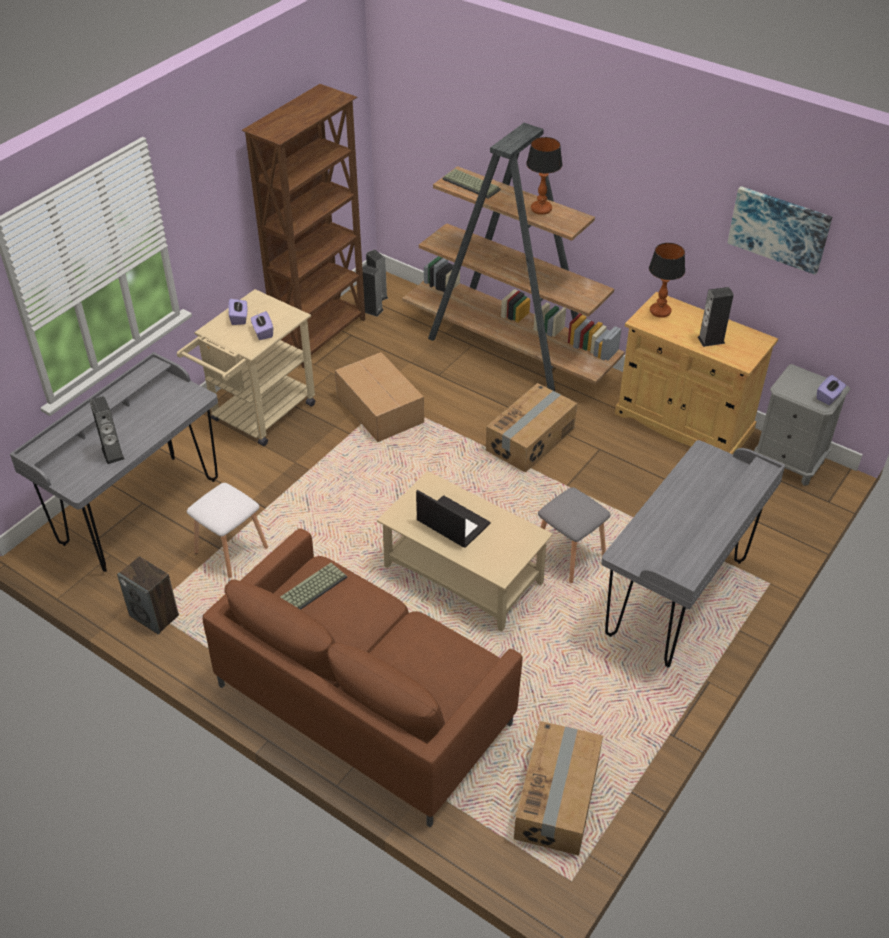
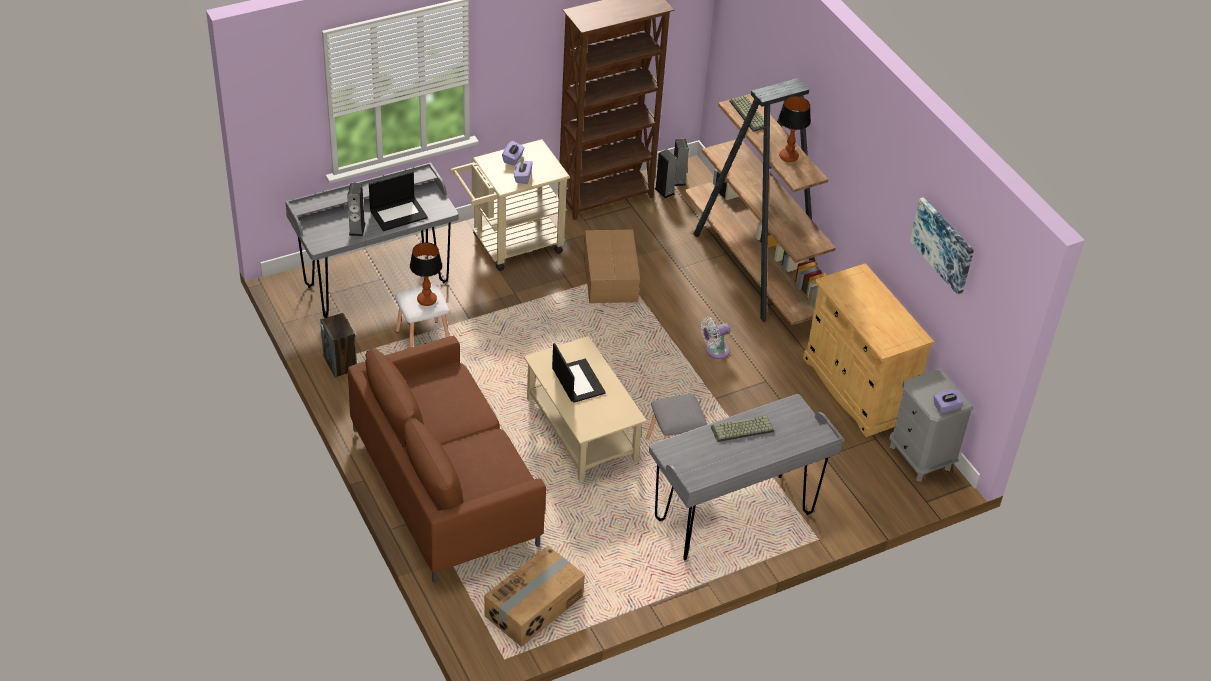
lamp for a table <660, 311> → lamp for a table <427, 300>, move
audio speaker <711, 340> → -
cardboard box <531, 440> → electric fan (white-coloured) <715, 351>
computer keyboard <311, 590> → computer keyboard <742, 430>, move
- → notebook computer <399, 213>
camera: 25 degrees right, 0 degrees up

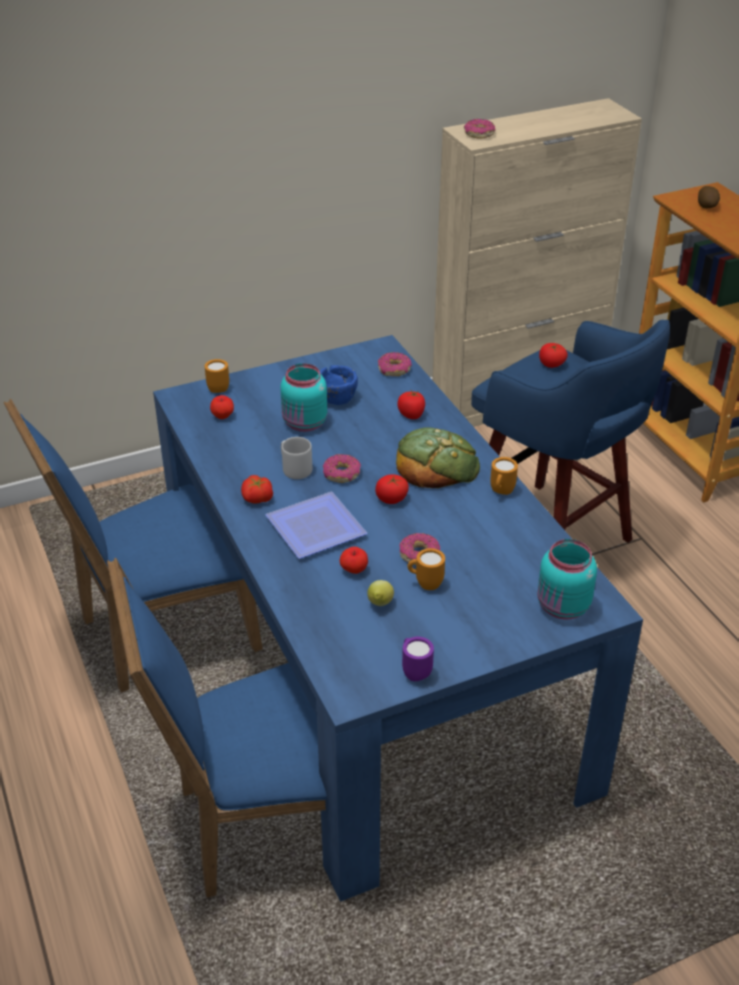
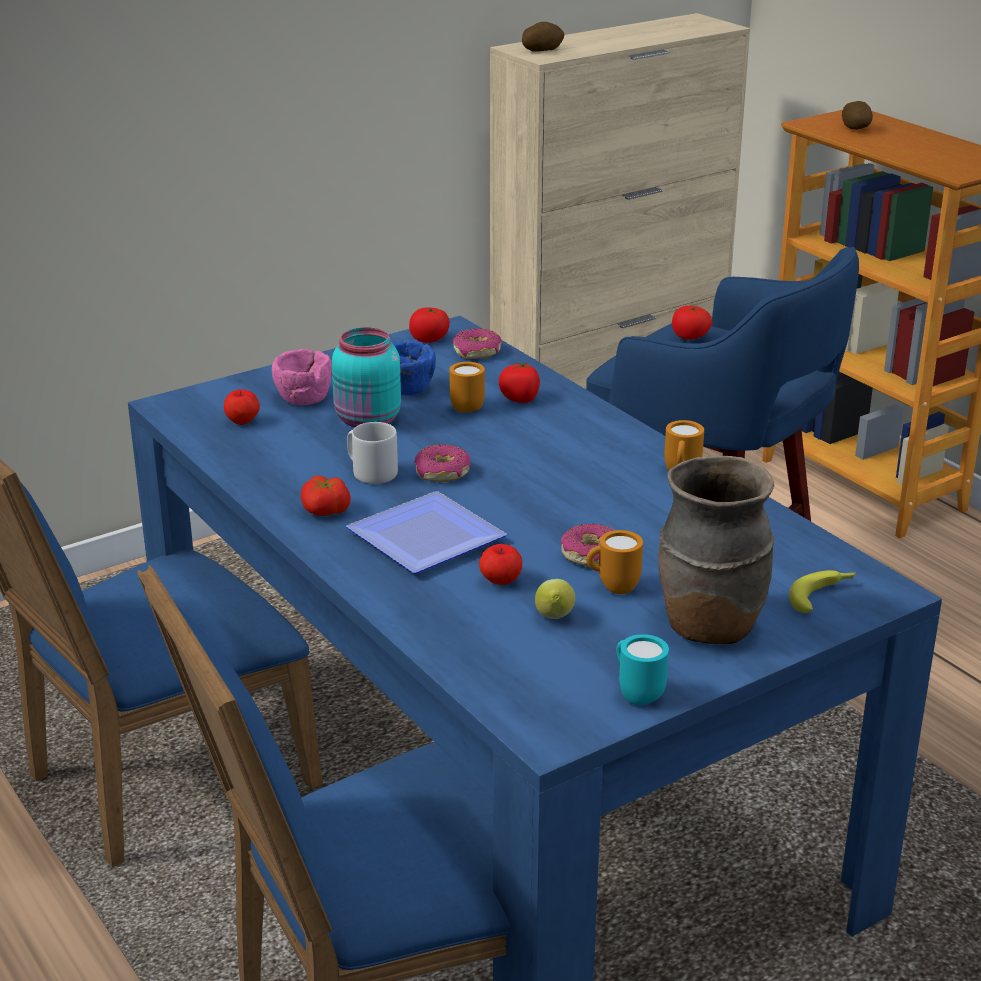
donut <479, 134> → whole potato <542, 50>
coffee mug (orange-coloured) <218, 388> → coffee mug (orange-coloured) <465, 407>, move
bread <436, 463> → -
whole tomato <391, 499> → whole tomato <429, 339>, move
jar (turquoise-coloured) <562, 607> → banana <823, 596>
coffee mug (purple-coloured) <414, 671> → coffee mug (turquoise-coloured) <636, 694>
- → bowl (pink) <304, 398>
- → vase (brown) <708, 627>
camera: 10 degrees left, 10 degrees down

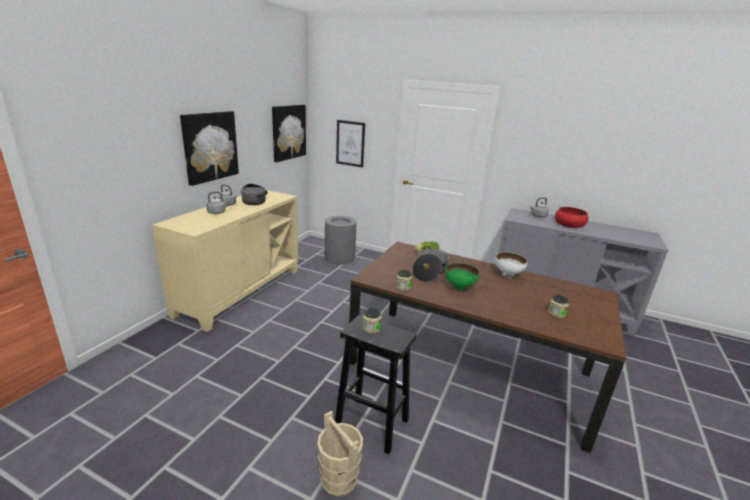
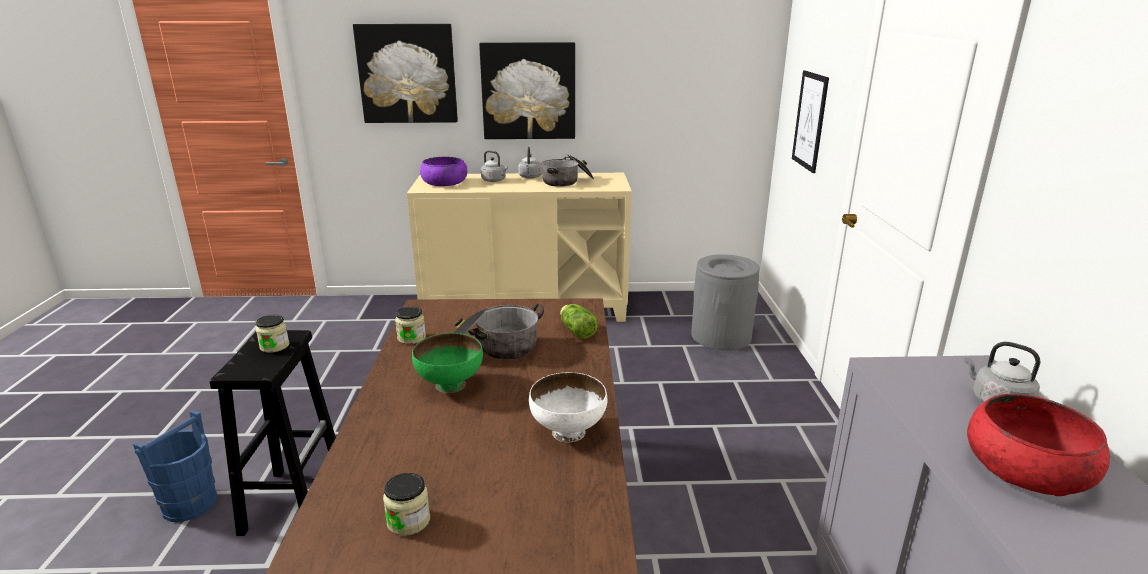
wall art <288, 132> → wall art <407, 74>, move
water bucket (sand-coloured) <339, 478> → water bucket (blue) <189, 504>
- → bowl (purple-coloured) <444, 183>
camera: 65 degrees right, 0 degrees up

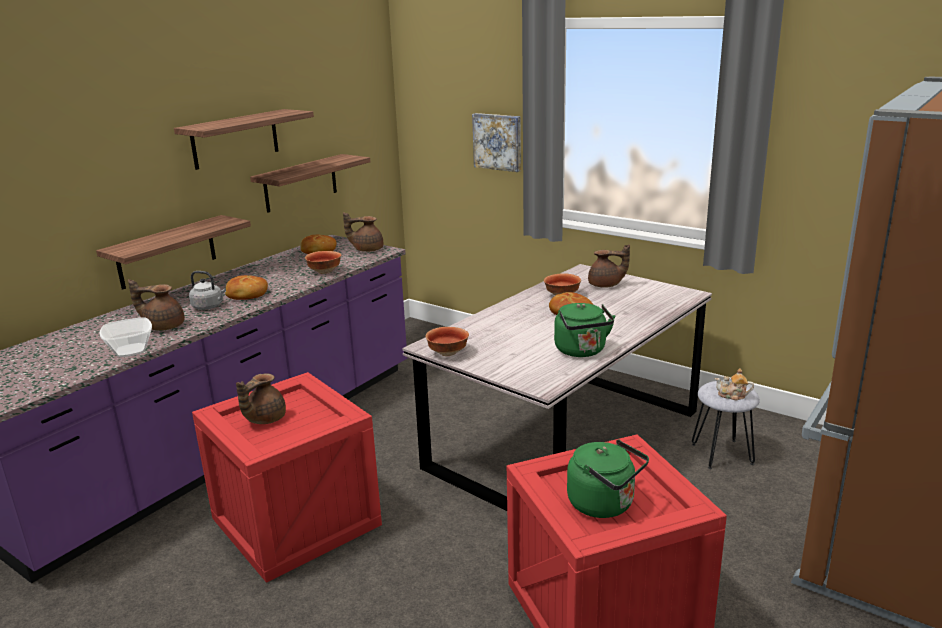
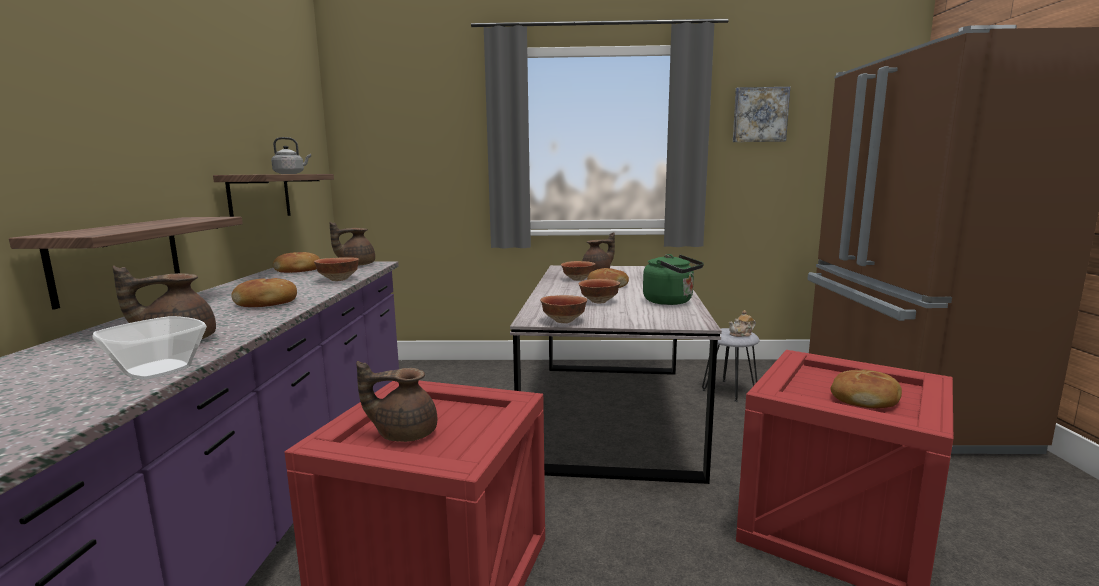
wall shelf <235, 139> → -
wall art <498, 141> → wall art <759, 115>, move
water kettle (gray) <209, 306> → water kettle (gray) <290, 174>, move
pot for tea (brown) <264, 419> → pot for tea (brown) <404, 433>, 90 degrees clockwise
water kettle (green) <605, 504> → bread <865, 399>
- → bowl <599, 302>
camera: 35 degrees left, 10 degrees down

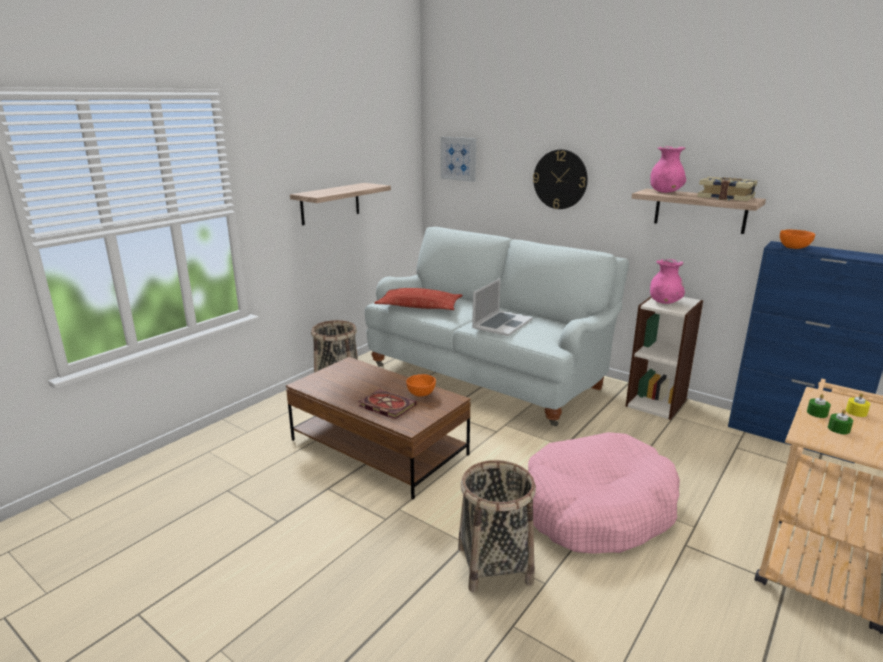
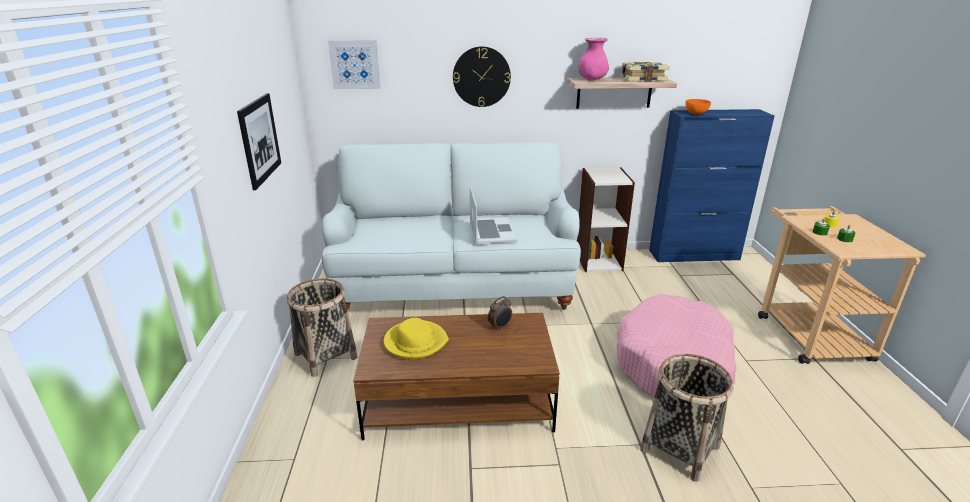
wall shelf <330, 203> → wall art <259, 139>
vase (pink) <664, 302> → -
pillow <419, 305> → -
bowl (orange-coloured) <421, 394> → alarm clock <500, 327>
volume <385, 406> → -
- → clothing hat (yellowish) <415, 342>
camera: 40 degrees left, 5 degrees up

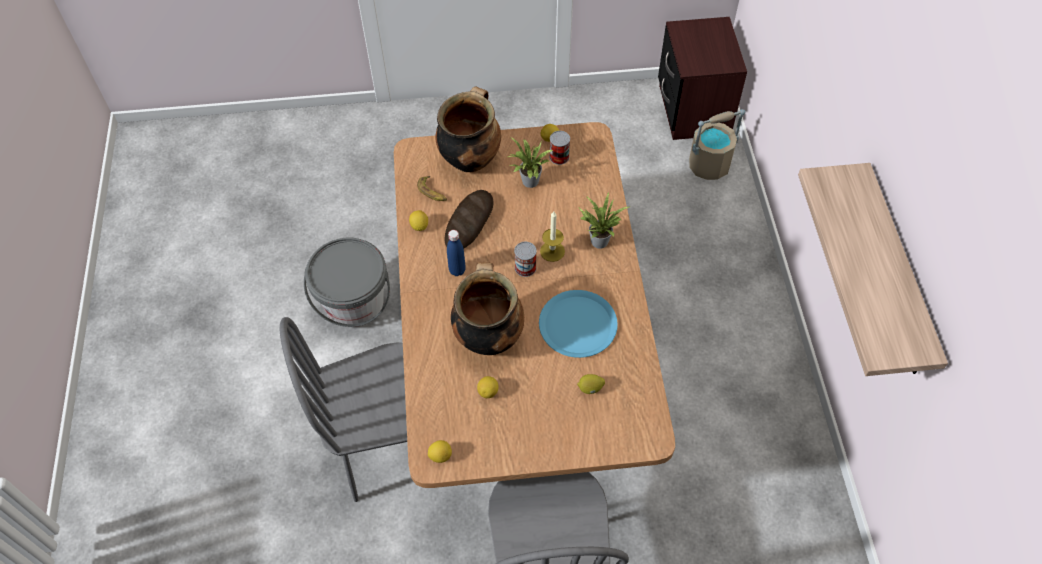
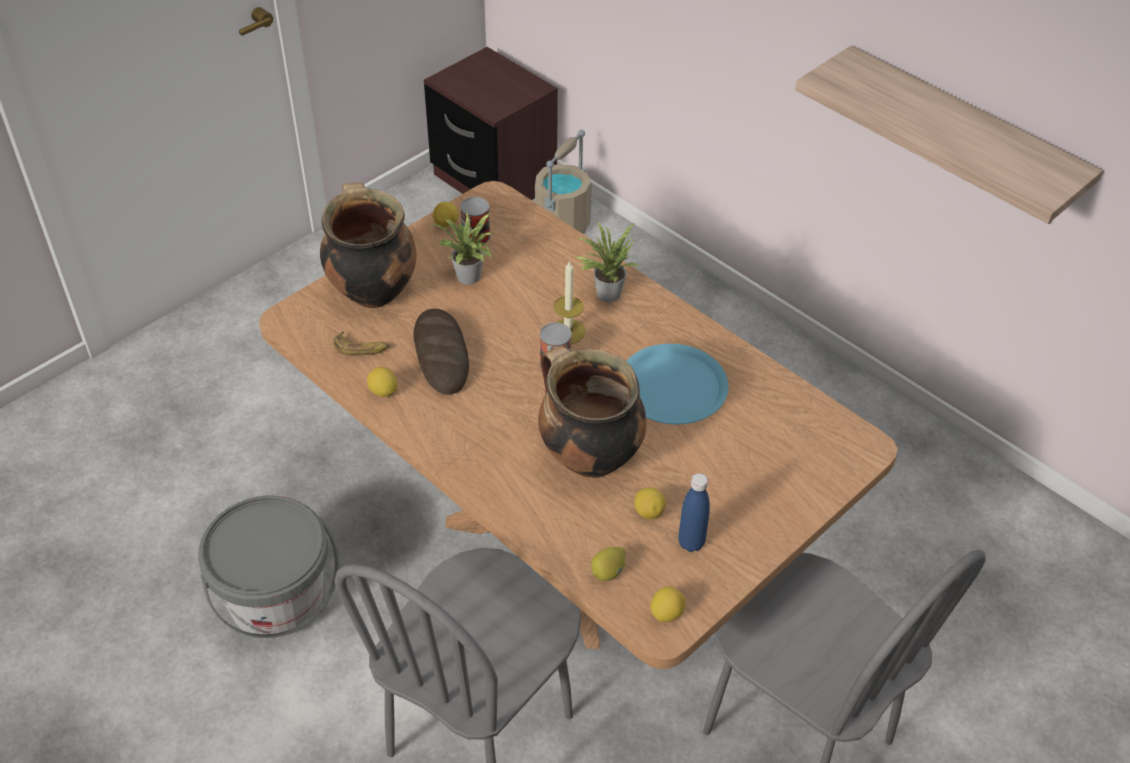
bottle (blue) <457, 270> → bottle (blue) <691, 543>, move
whole lemon <590, 388> → whole lemon <608, 572>, move
camera: 40 degrees left, 10 degrees down

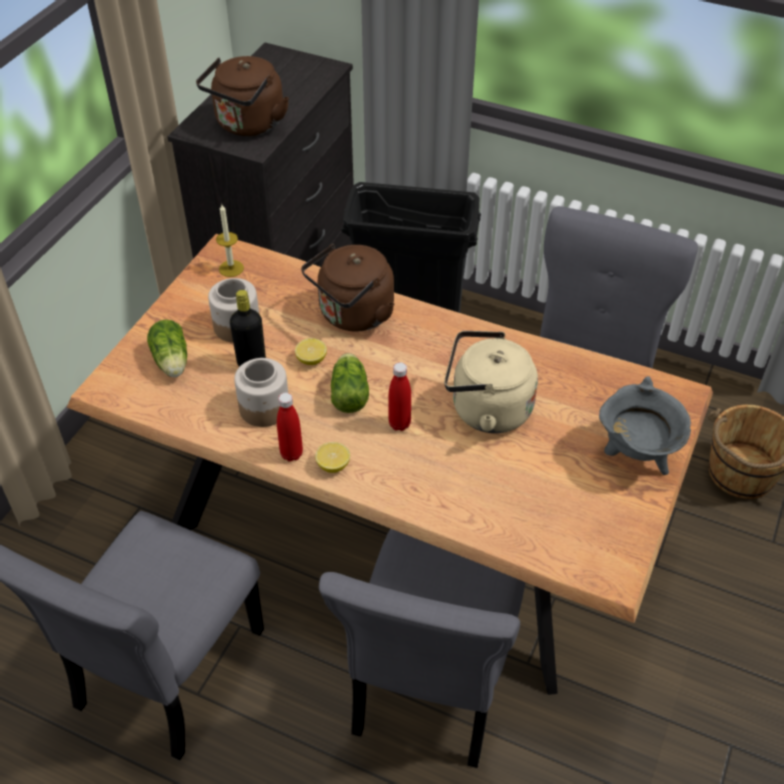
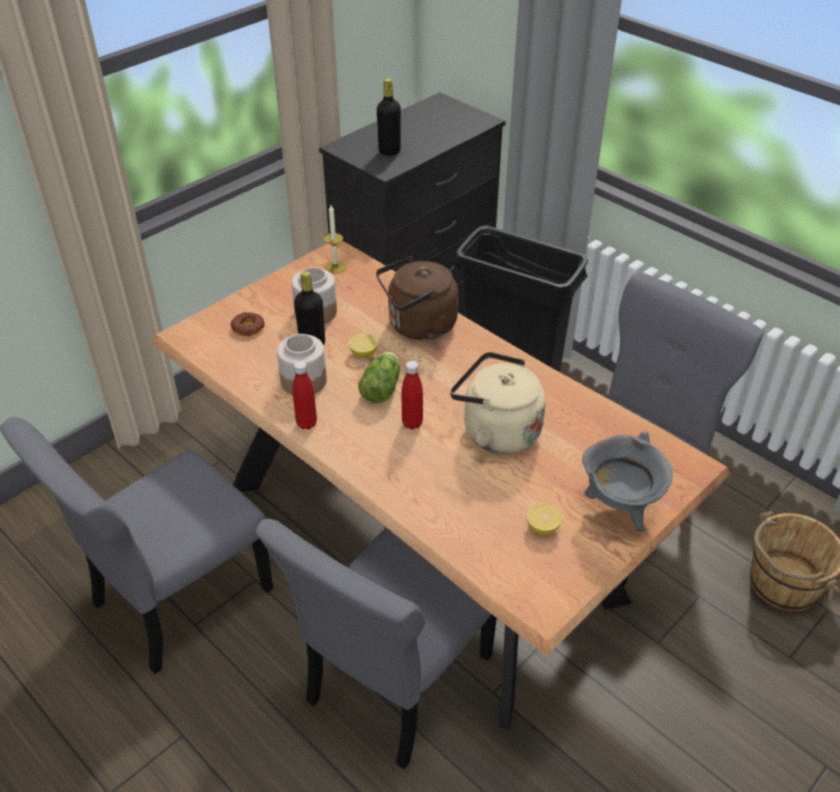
water kettle (brown) <248, 125> → bottle (blackish) <389, 151>
head of lettuce <172, 362> → donut <248, 328>
whole lemon <333, 465> → whole lemon <542, 527>, move
camera: 20 degrees right, 5 degrees down

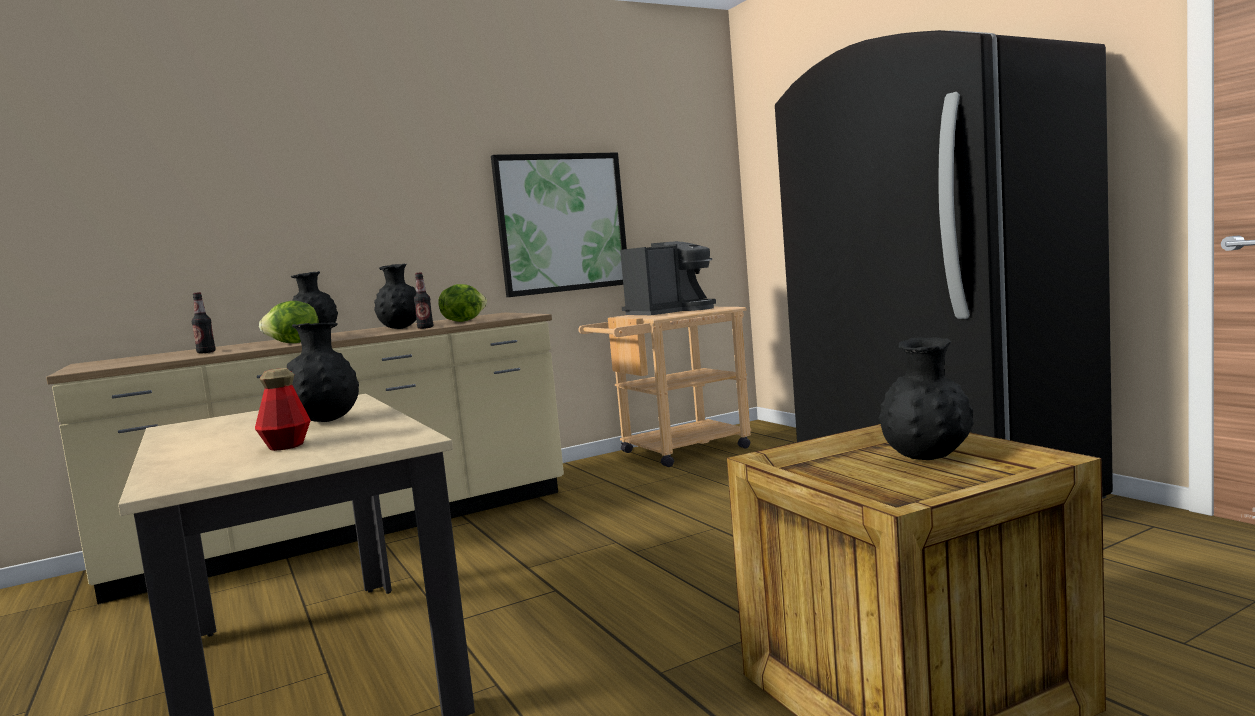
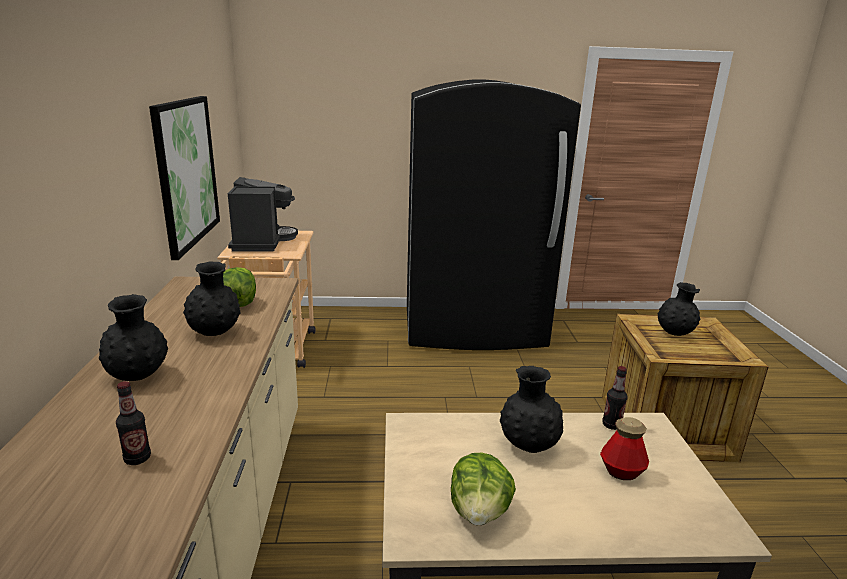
bottle <425, 328> → bottle <611, 425>, move
head of lettuce <294, 343> → head of lettuce <479, 512>, move
camera: 65 degrees left, 15 degrees up

